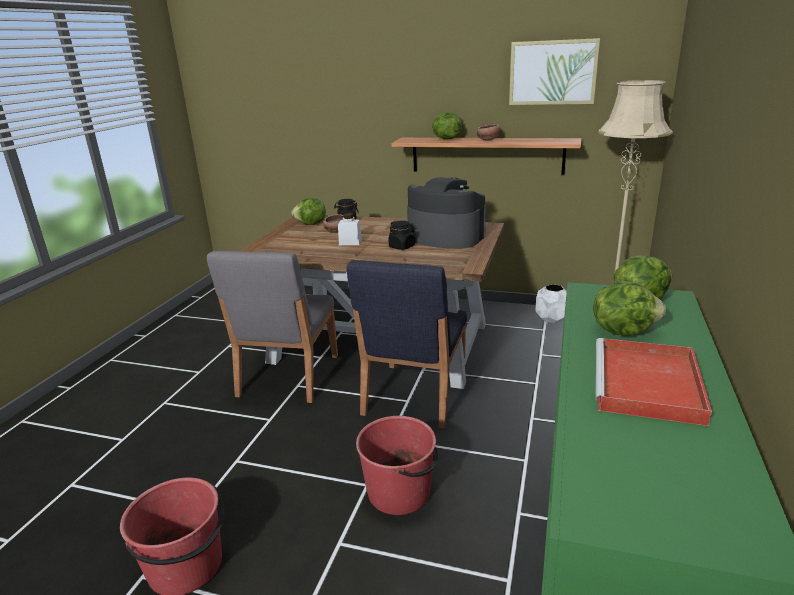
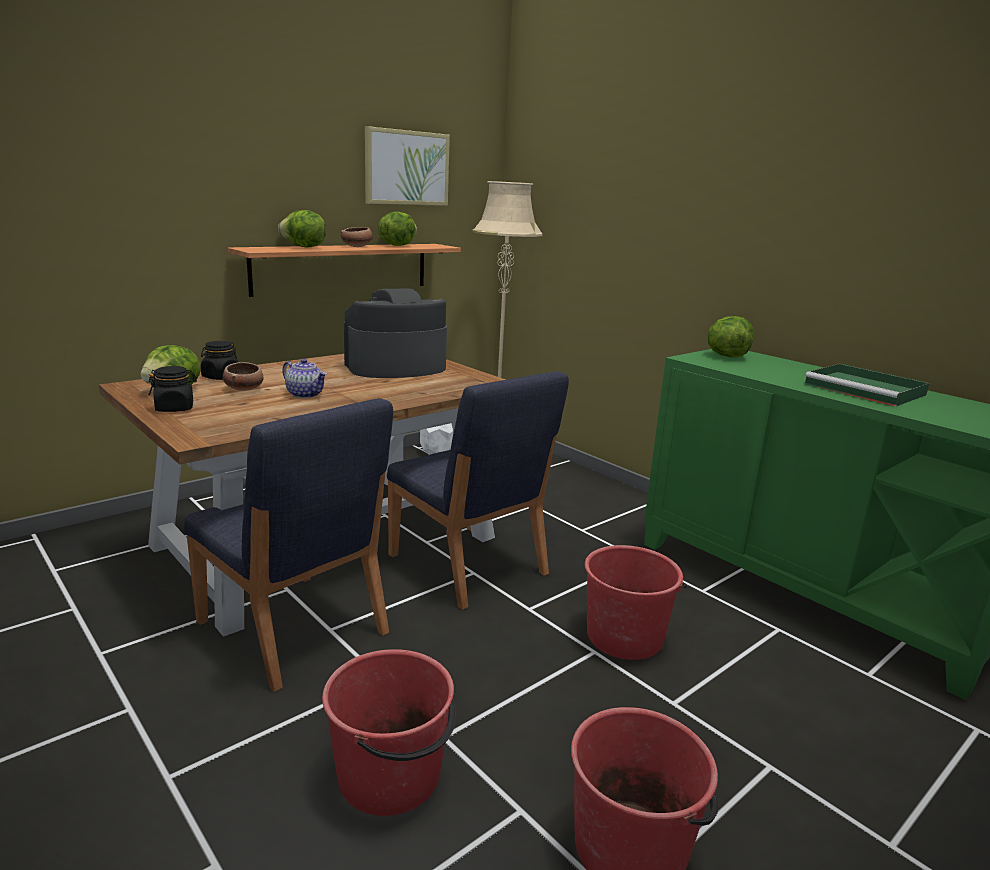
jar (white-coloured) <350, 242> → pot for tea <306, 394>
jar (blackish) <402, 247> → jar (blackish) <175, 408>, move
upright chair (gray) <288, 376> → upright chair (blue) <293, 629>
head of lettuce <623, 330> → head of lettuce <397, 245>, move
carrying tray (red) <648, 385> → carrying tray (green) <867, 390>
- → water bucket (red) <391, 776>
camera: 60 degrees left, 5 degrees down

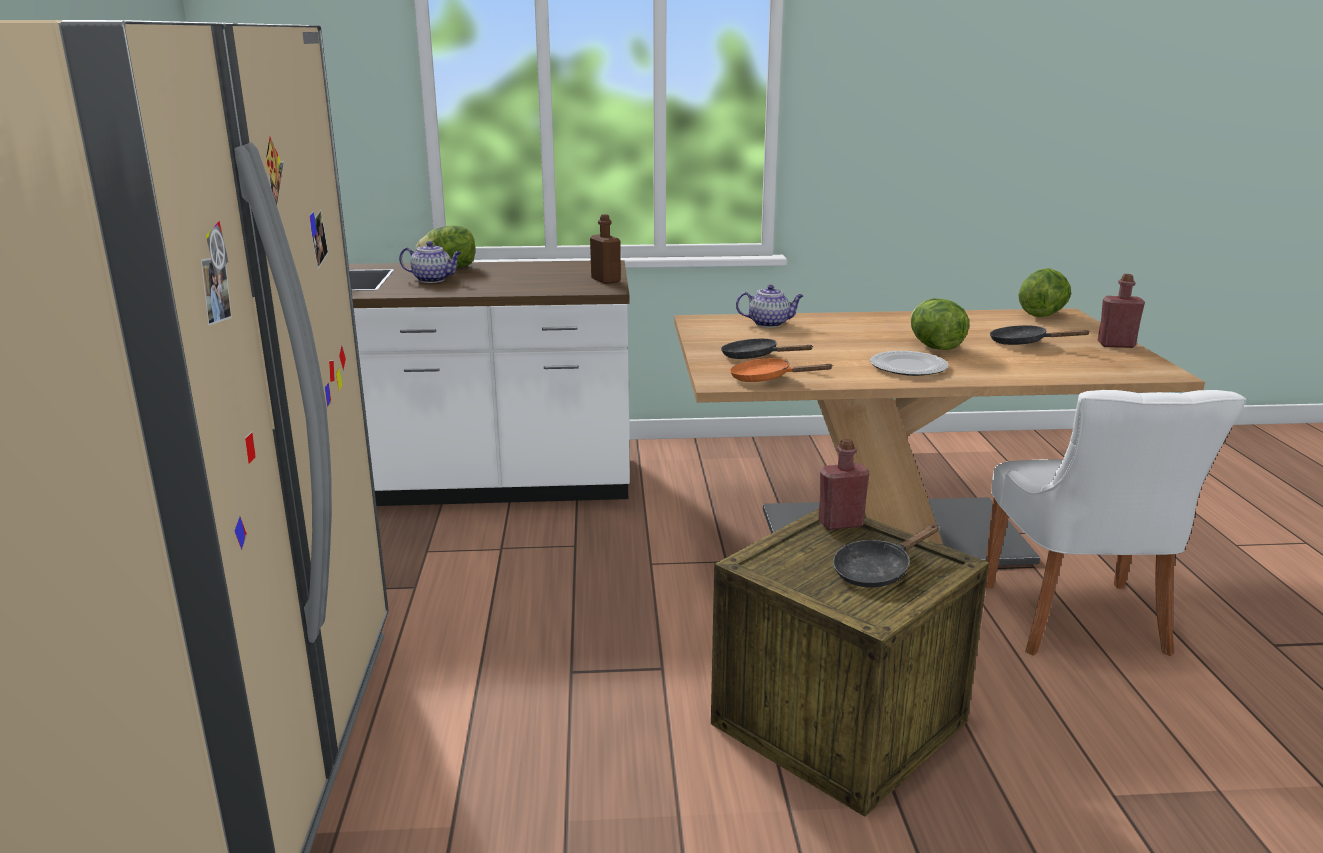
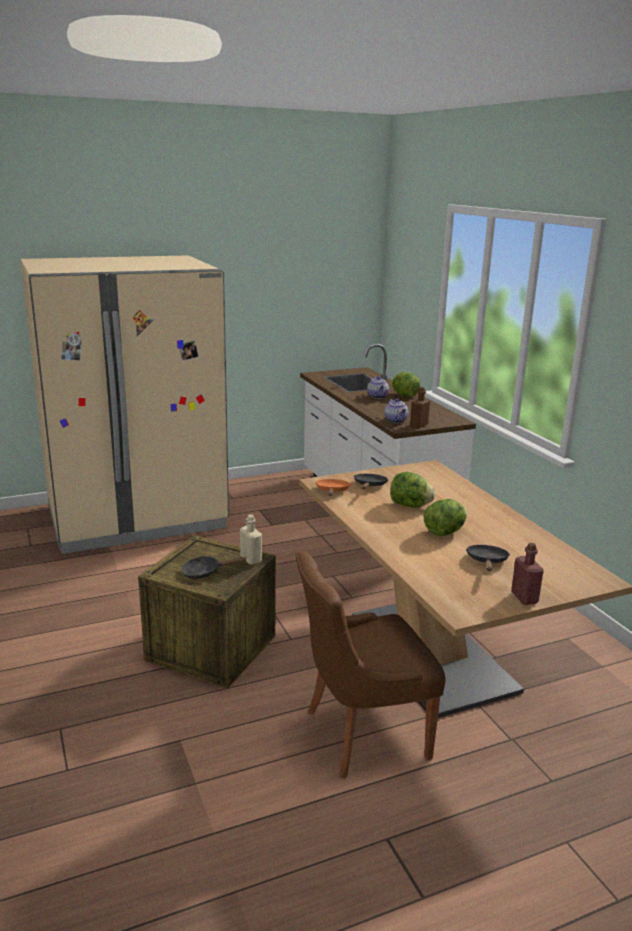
head of lettuce <1042, 315> → head of lettuce <410, 505>, move
pot for tea <769, 323> → pot for tea <396, 421>, move
dinner plate <909, 367> → -
upright chair (white-coloured) <1077, 622> → upright chair (brown) <361, 734>
bottle (red) <840, 523> → bottle (sand-coloured) <251, 559>
pan (blackish) <876, 571> → pan (blackish) <205, 572>, 45 degrees counterclockwise
camera: 70 degrees right, 0 degrees up

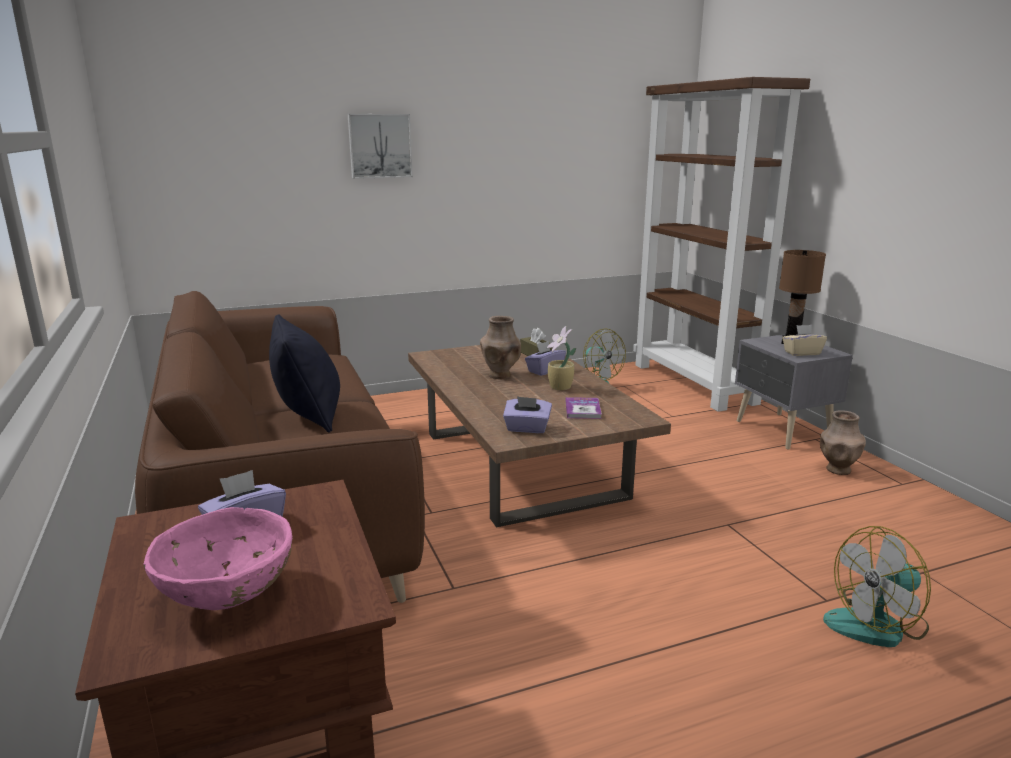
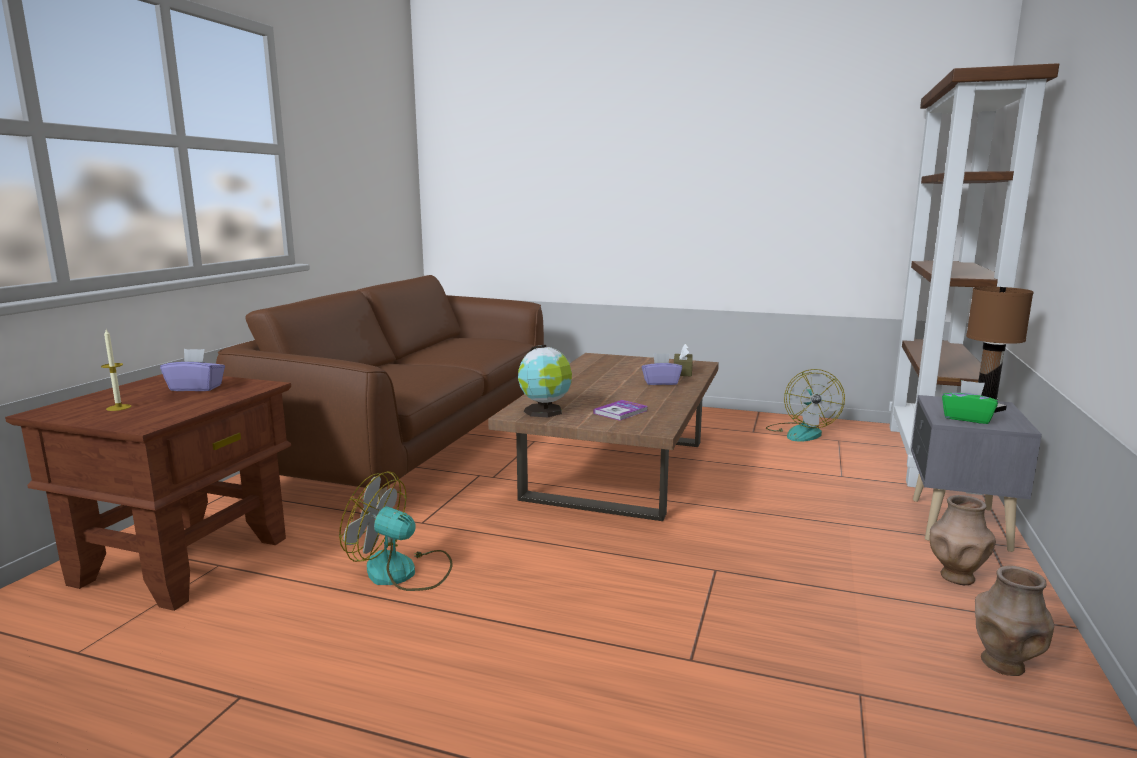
wall art <380, 146> → -
pillow (blackish) <309, 416> → -
vase (brown) <500, 375> → vase (brown) <1004, 665>, move
tissue box (sand-coloured) <801, 353> → tissue box (green) <967, 418>
plant in a pot <560, 387> → -
tissue box (purple-coloured) <527, 428> → desk globe <545, 412>
bowl (pink) <229, 597> → candle <119, 407>
electric fan <877, 624> → electric fan <402, 572>, move
camera: 40 degrees right, 5 degrees down

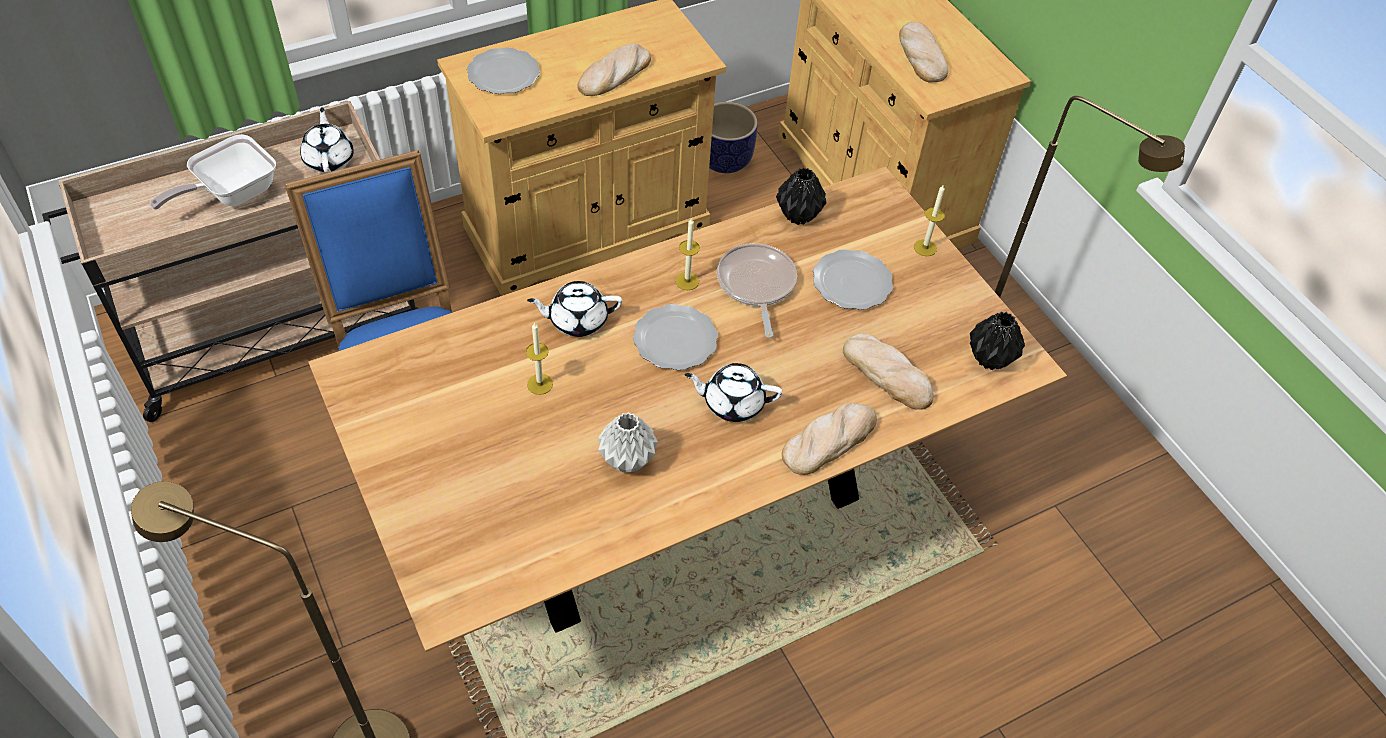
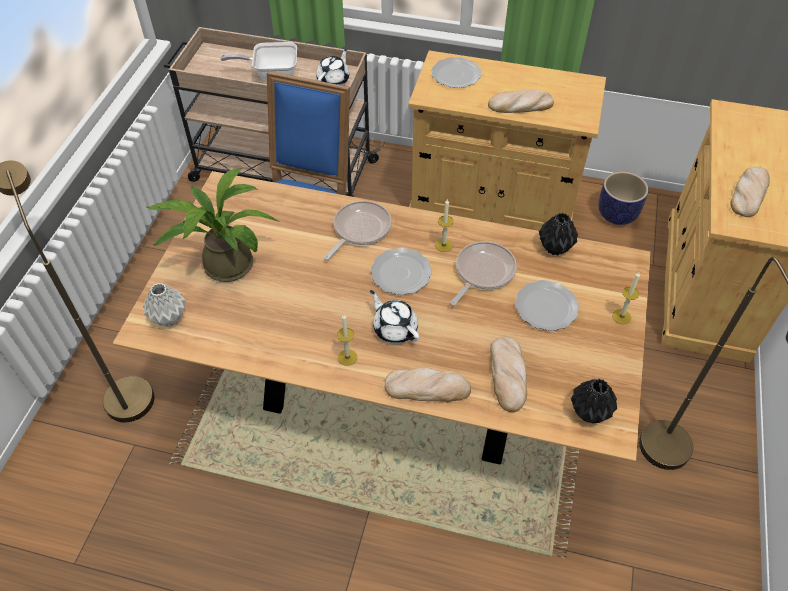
pot for tea (white-coloured) <577, 320> → pan <359, 229>
candle <540, 384> → candle <347, 357>, move
vase (gray) <627, 459> → vase (gray) <170, 317>, move
- → plant in a pot <223, 263>
camera: 45 degrees right, 0 degrees up

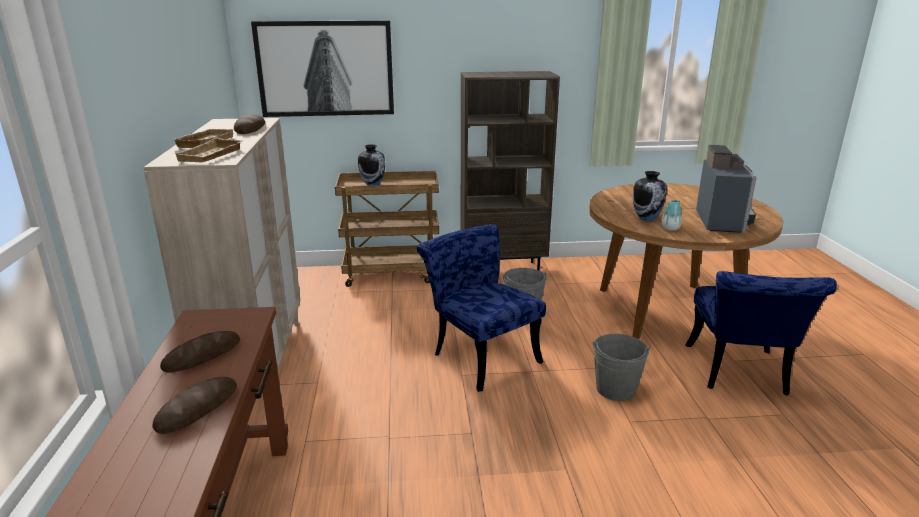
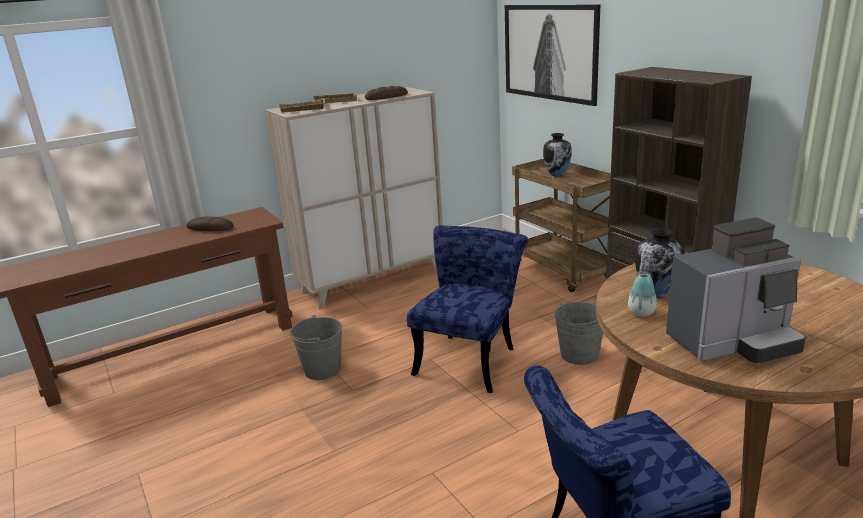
water bucket (gray) <615, 389> → water bucket (gray) <322, 369>, move
bread <197, 409> → -
camera: 65 degrees right, 0 degrees up

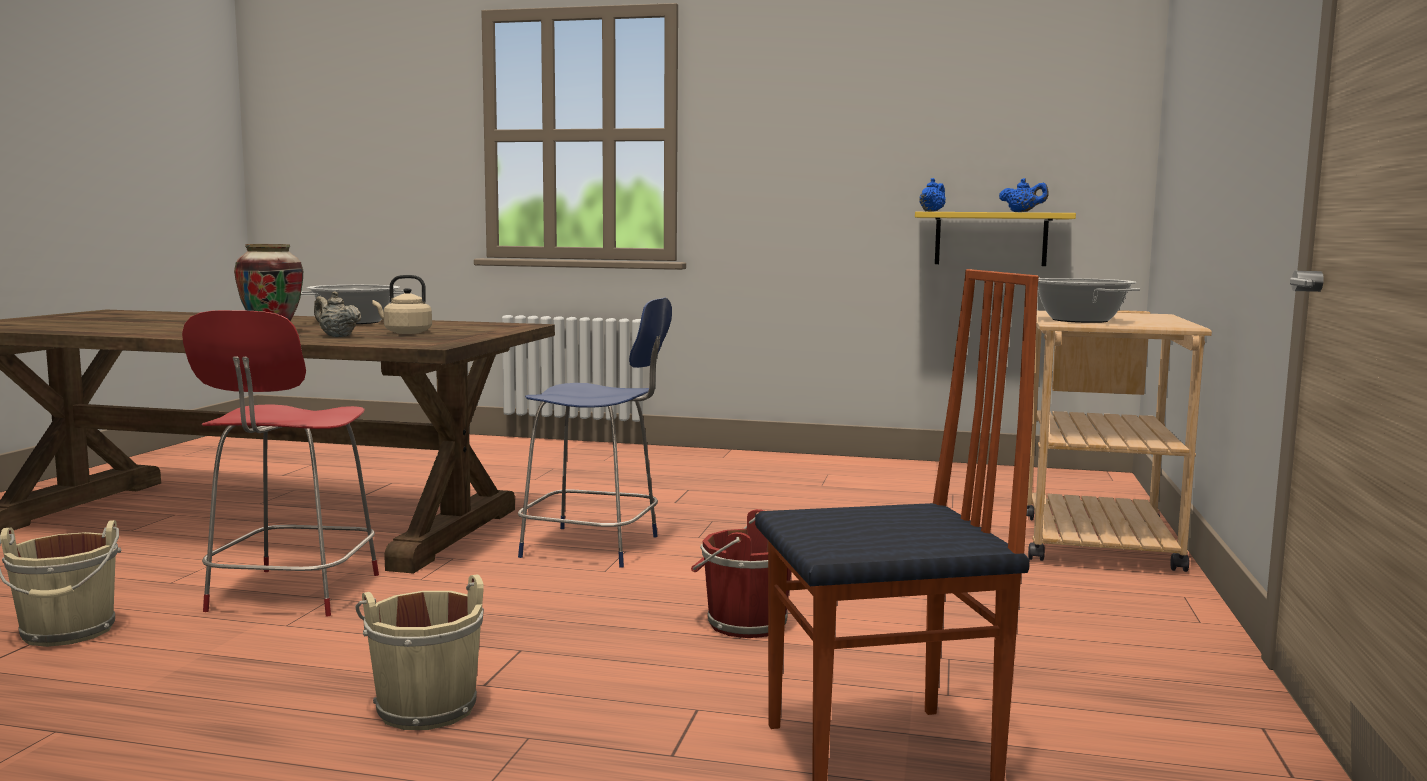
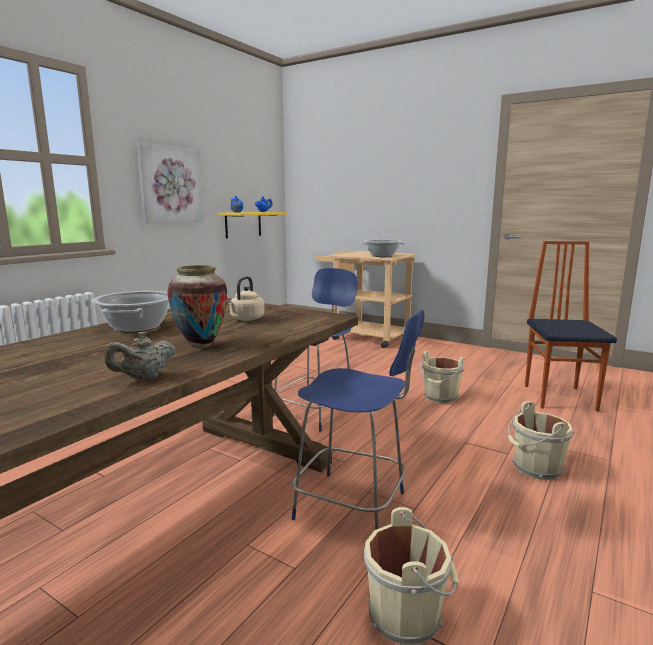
pot for tea (sand-coloured) <336, 336> → pot for tea (sand-coloured) <144, 378>, move
upright chair (red) <292, 594> → upright chair (blue) <354, 507>
water bucket (red) <743, 623> → water bucket (sand-coloured) <440, 397>
- → wall art <170, 185>
camera: 70 degrees left, 5 degrees up

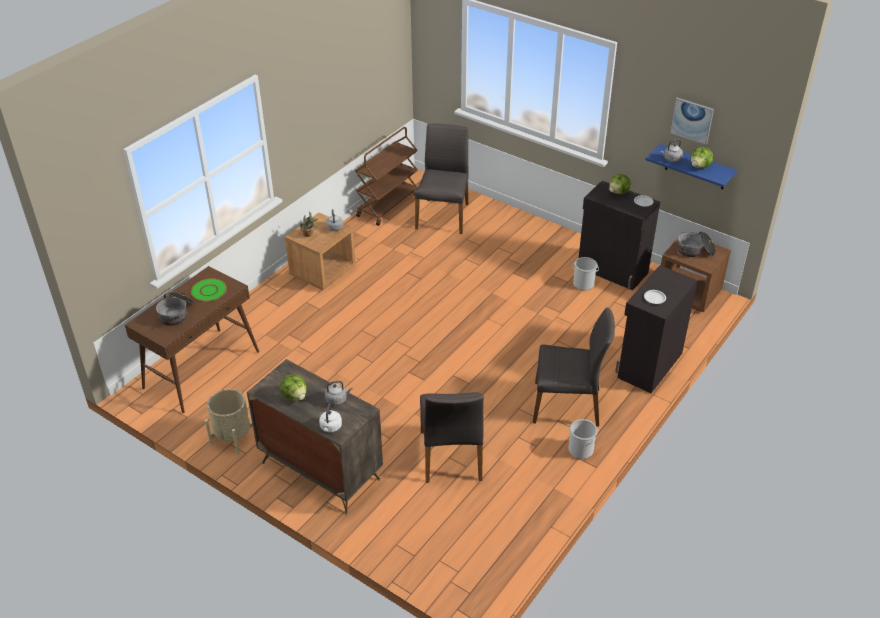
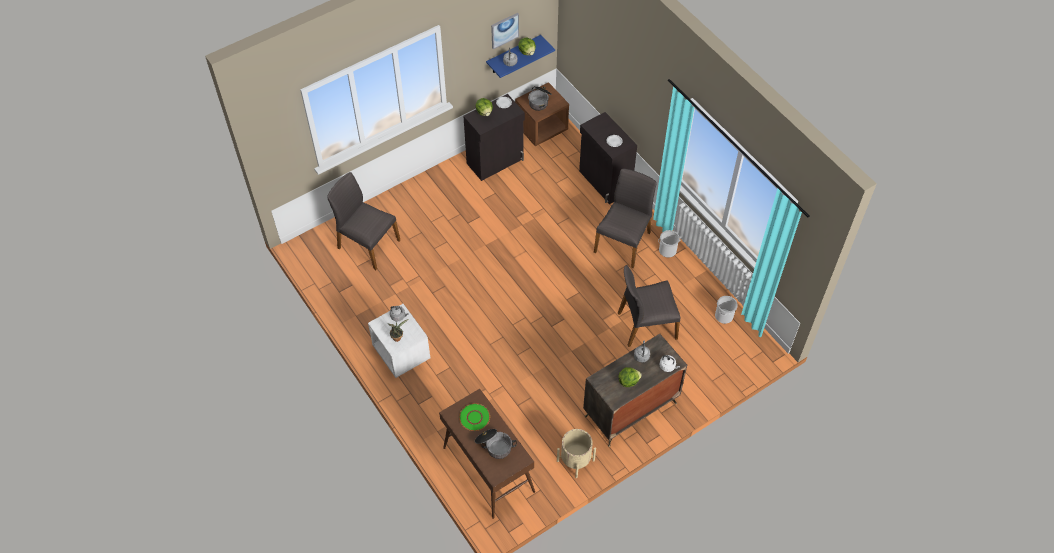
wheeled cart (brown) <388, 205> → -
nightstand (brown) <323, 272> → nightstand (white-coloured) <401, 353>
water bucket <583, 284> → water bucket <724, 316>, move
upright chair (gray) <452, 456> → upright chair (gray) <646, 325>, 150 degrees clockwise
camera: 70 degrees left, 15 degrees up

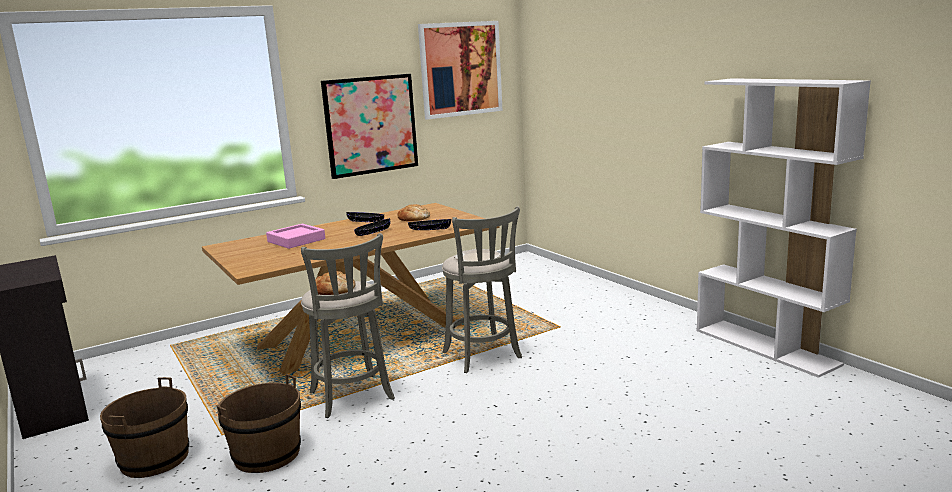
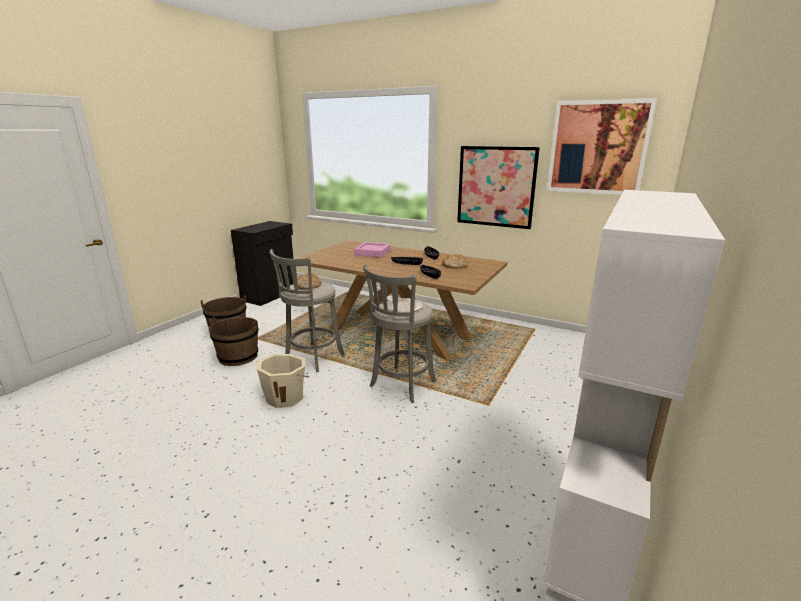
- → water bucket (sand-coloured) <285, 397>
camera: 60 degrees right, 5 degrees up

